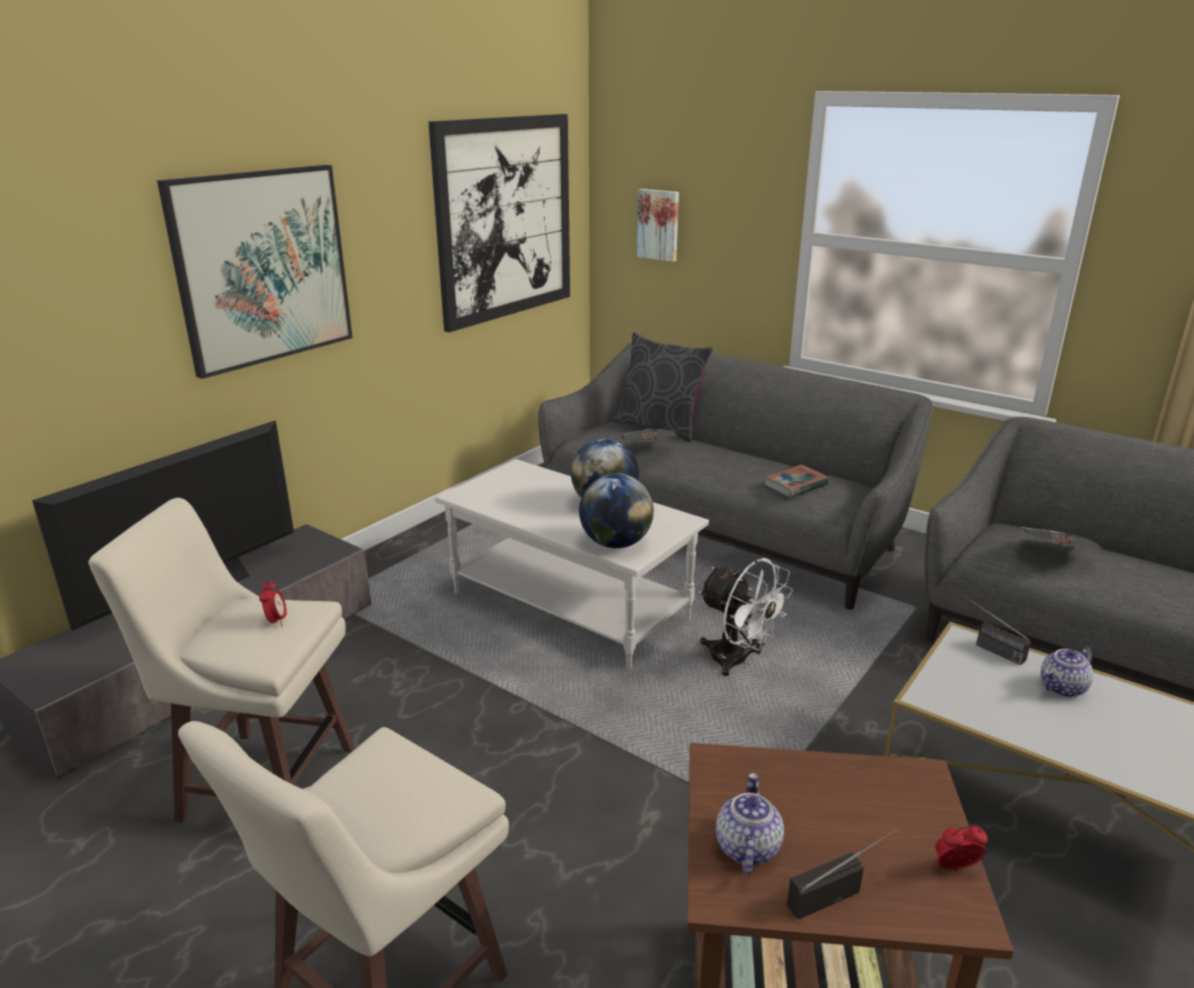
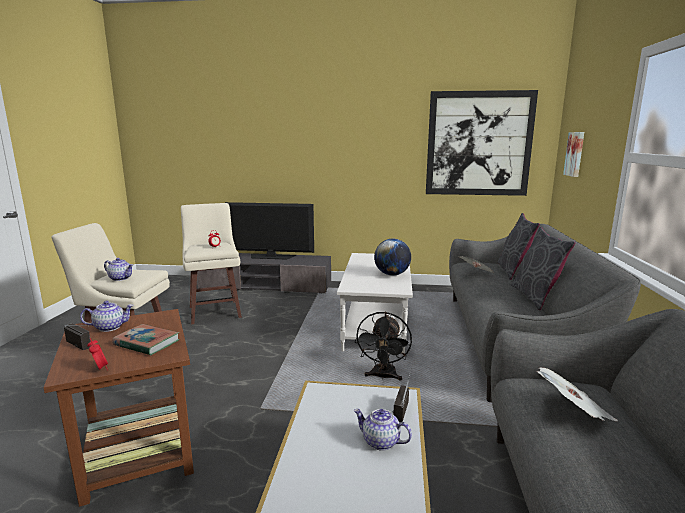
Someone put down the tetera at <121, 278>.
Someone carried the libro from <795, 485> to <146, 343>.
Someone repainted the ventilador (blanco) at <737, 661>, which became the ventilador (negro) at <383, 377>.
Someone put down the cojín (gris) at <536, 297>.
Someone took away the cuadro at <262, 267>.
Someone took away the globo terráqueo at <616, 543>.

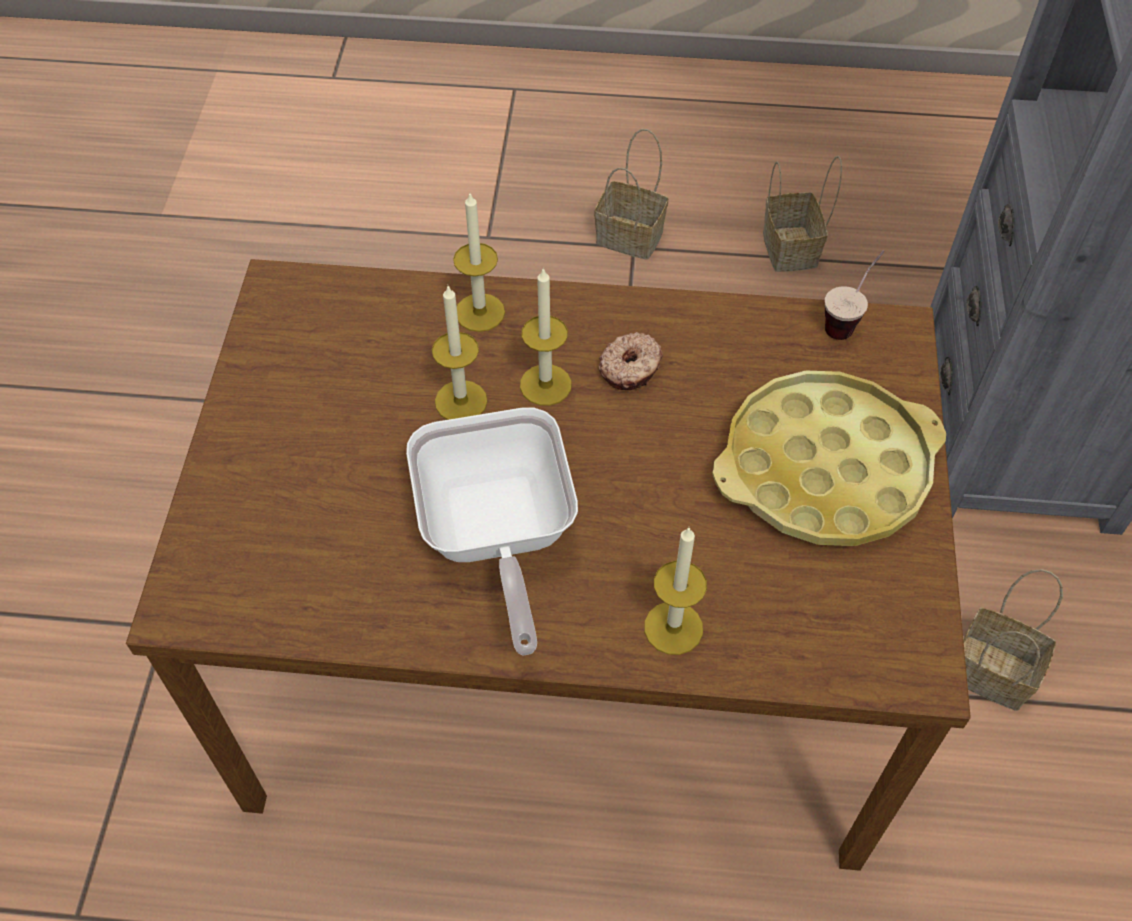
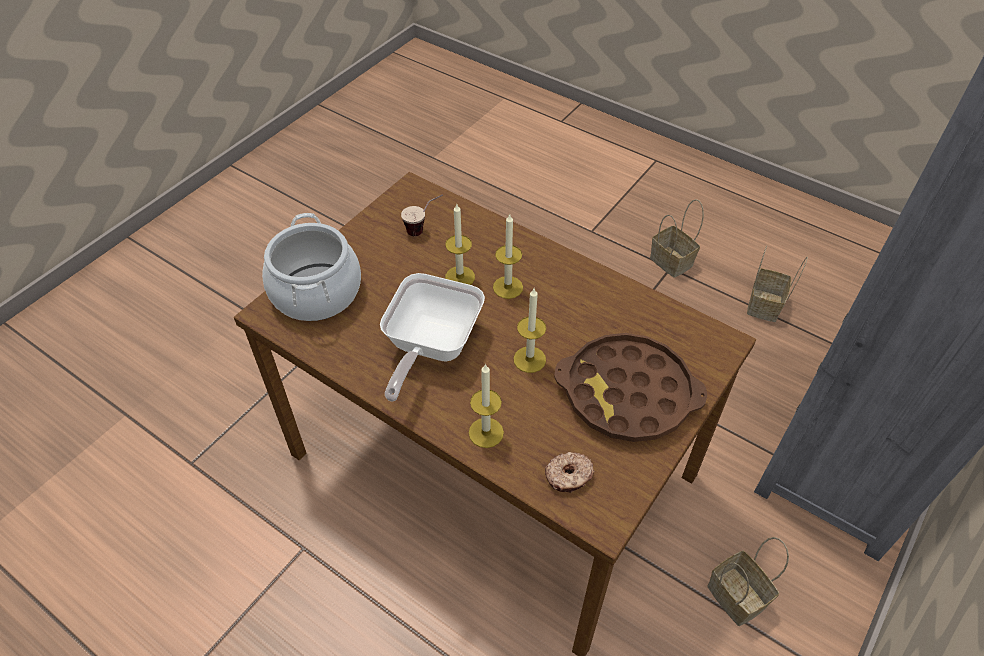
Someone put down the olla at <316, 292>.
Someone carried the taza from <848, 320> to <424, 229>.
Someone carried the vela from <480, 312> to <529, 359>.
Someone carried the rosquilla from <631, 368> to <569, 476>.
Someone repainted the bandeja (amarillo) at <825, 469>, which became the bandeja (marrón) at <627, 394>.

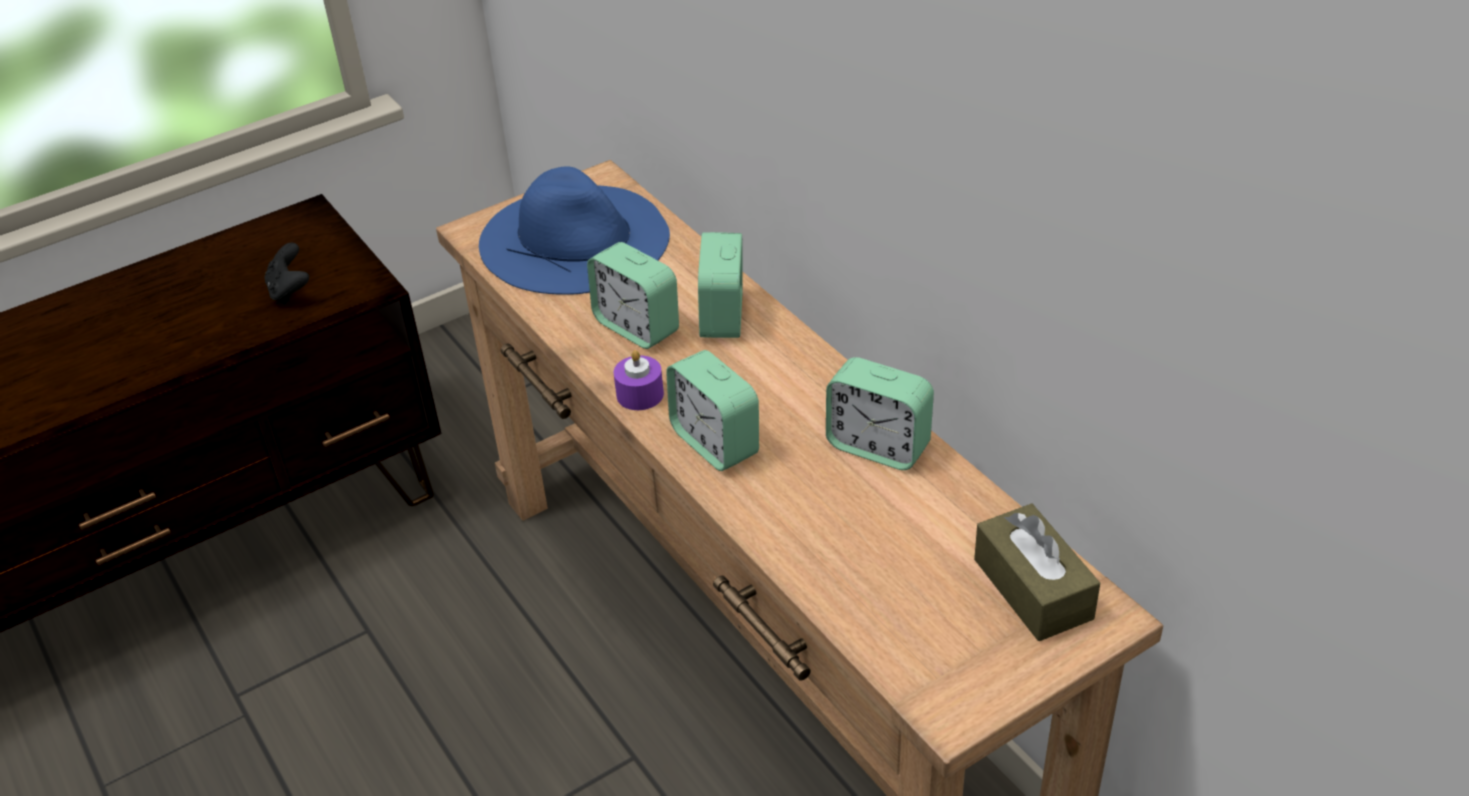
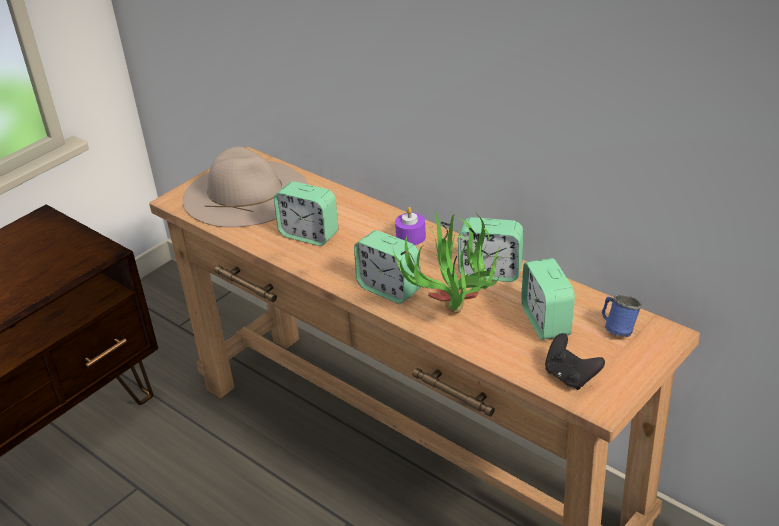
Someone repainted the sombrero (azul) at <574, 238>, which became the sombrero (beis) at <245, 193>.
Someone put down the planta en maceta at <455, 319>.
Someone carried the vela (morado) from <640, 394> to <411, 237>.
Someone carried the despertador from <723, 317> to <546, 322>.
Someone carried the mando de consola (negro) from <290, 291> to <570, 377>.
Someone swapped the caja de pañuelos (marrón) at <1033, 589> for the taza grande (azul) at <617, 329>.

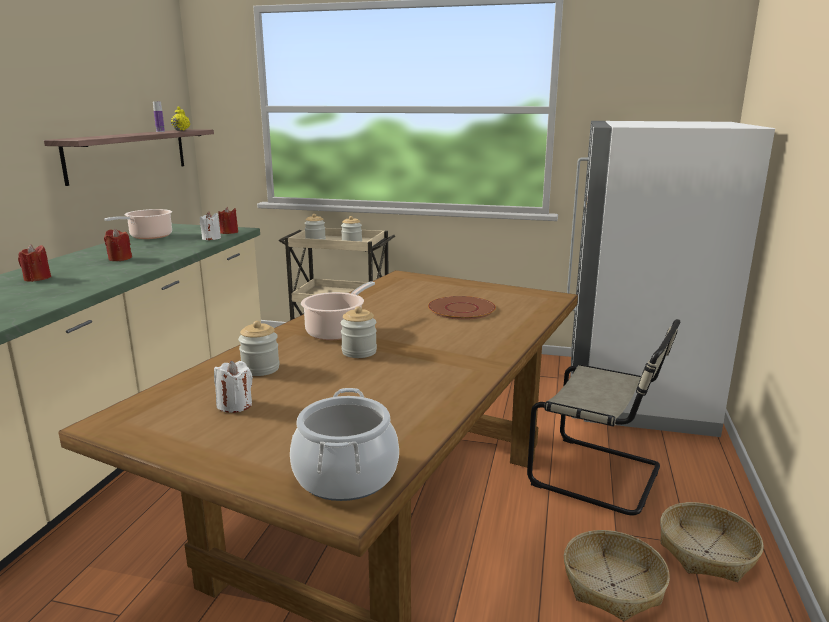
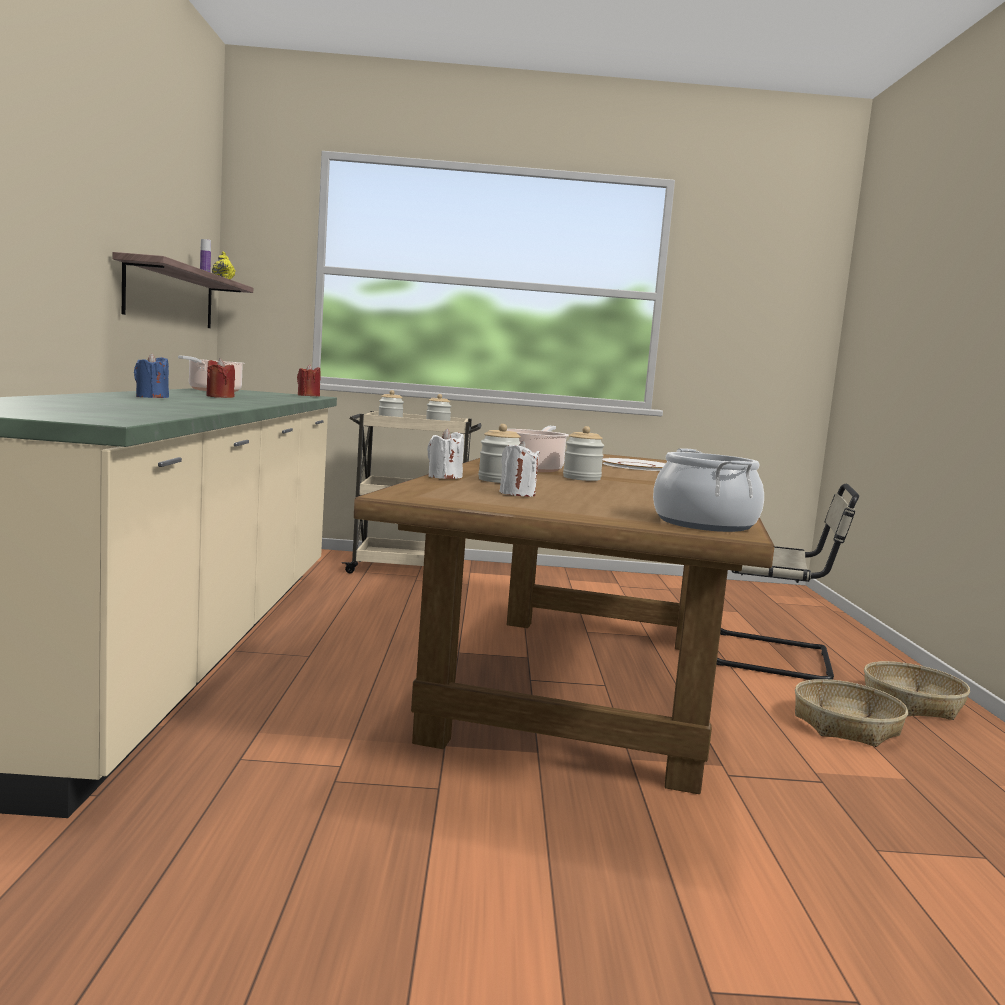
Someone repainted the vela (rojo) at <37, 278>, which became the vela (azul) at <152, 397>.
Someone carried the vela (blanco) from <211, 238> to <444, 477>.
Someone repainted the plato (marrón) at <461, 309>, which became the plato (blanco) at <635, 466>.
Someone took away the nevera (blanco) at <635, 393>.

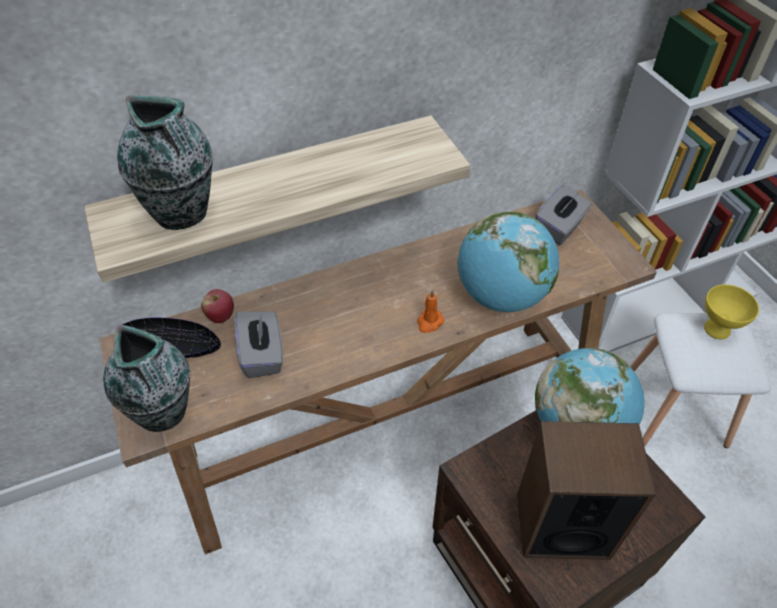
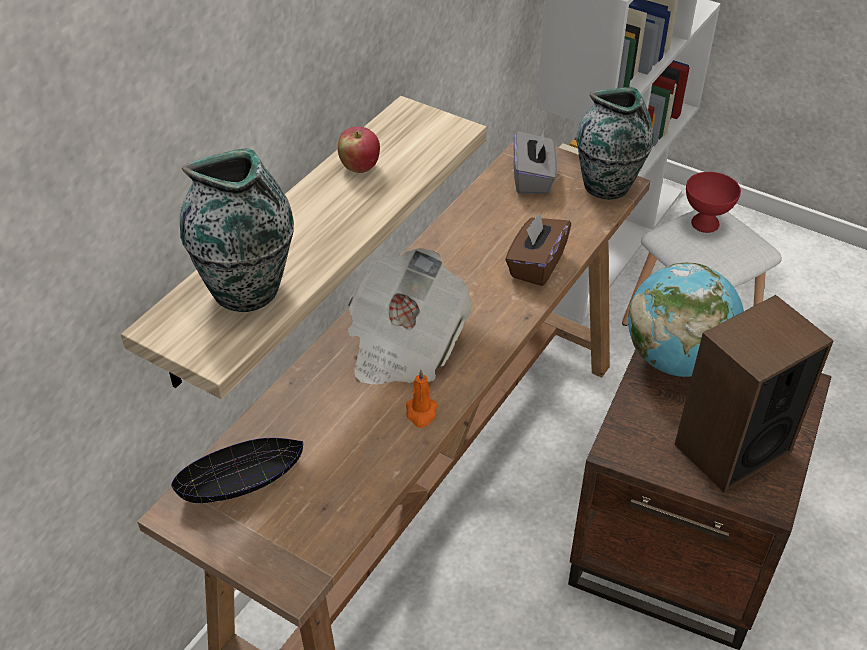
Someone carried the manzana from <221, 316> to <359, 167>.
Someone put down the periódico at <404, 344>.
Someone carried the vela (naranja) from <429, 322> to <421, 413>.
Someone swapped the globo terráqueo at <501, 296> for the caja de pañuelos (marrón) at <536, 265>.
Someone carried the florero from <164, 412> to <608, 186>.
Someone repainted the cuenco (amarillo) at <718, 330>, which became the cuenco (rojo) at <706, 224>.
Someone took away the caja de pañuelos (gris) at <263, 355>.

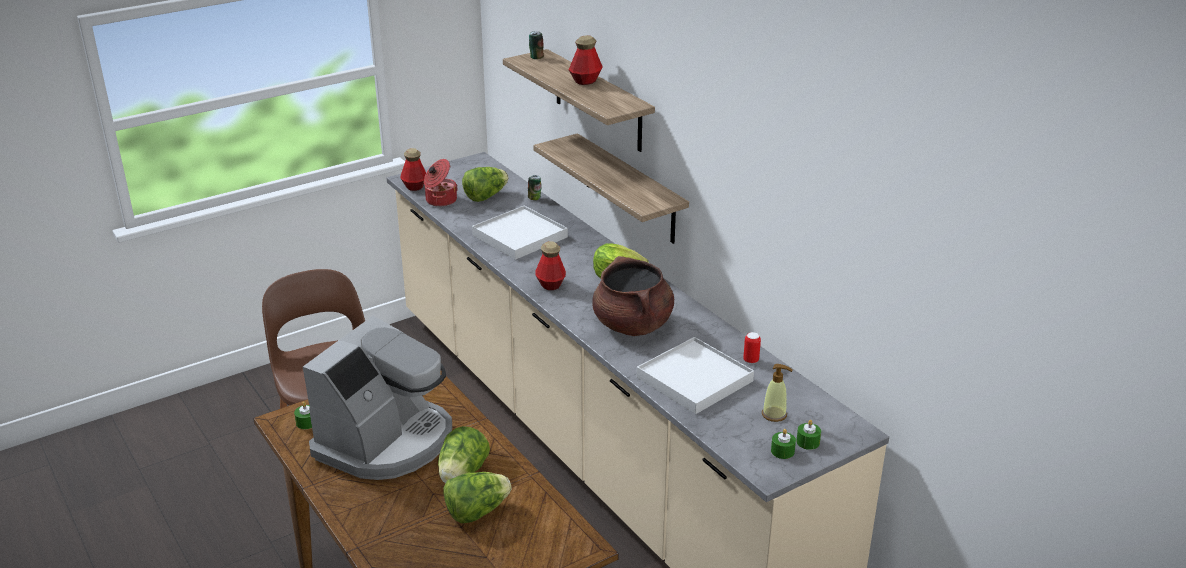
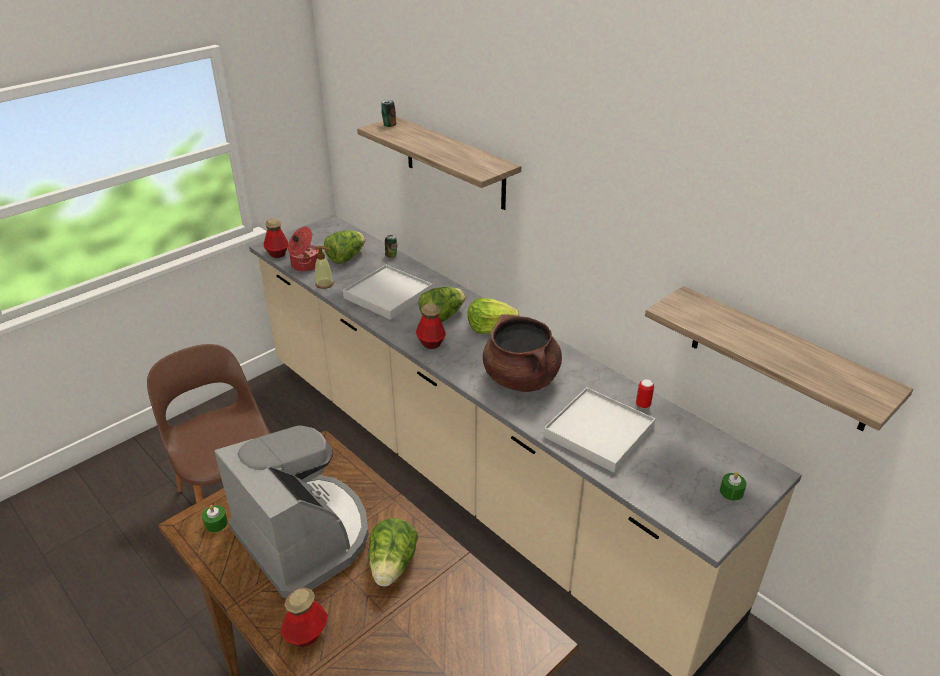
Someone rotated the cafetera at <386, 441> by 60 degrees counterclockwise.
Someone carried the botella from <585, 81> to <306, 634>.
Someone carried the dispensador de jabón from <774, 414> to <324, 284>.
Someone carried the lechuga from <477, 512> to <442, 316>.
Someone carried the estante from <629, 189> to <779, 359>.
Someone took away the vela (verde) at <782, 451>.

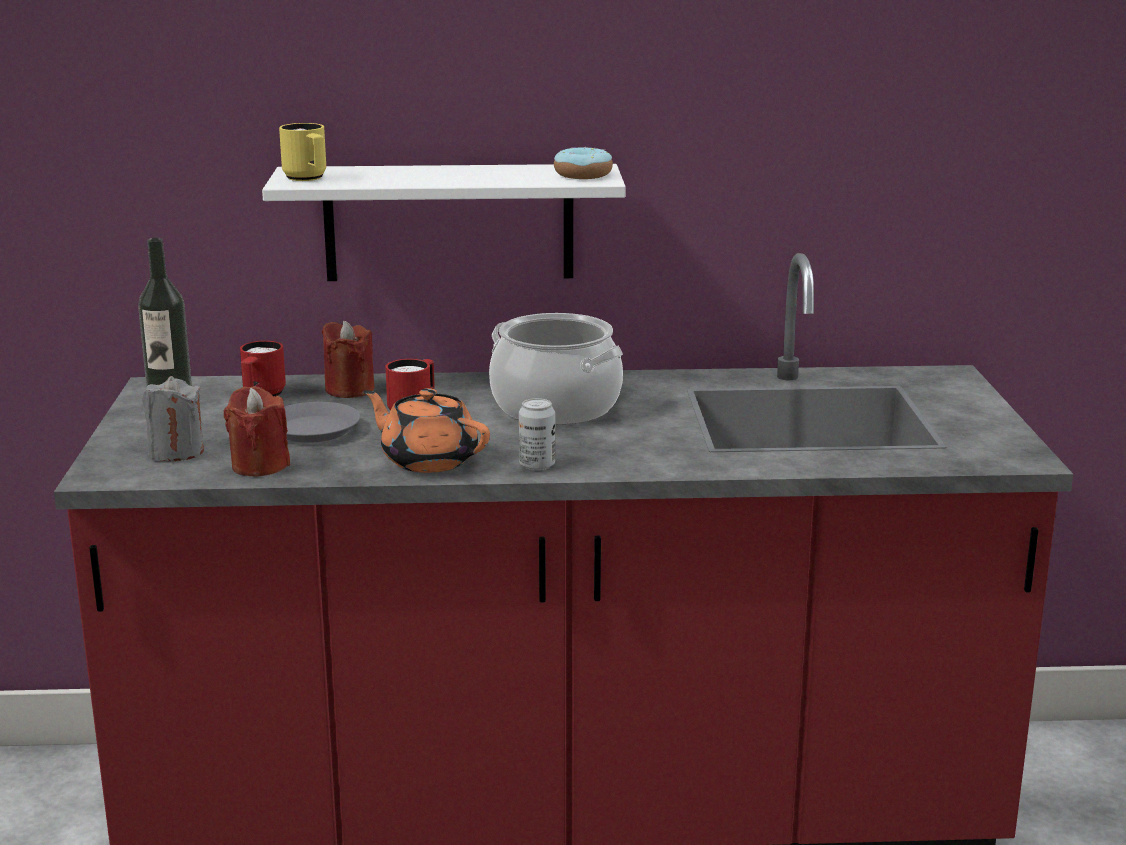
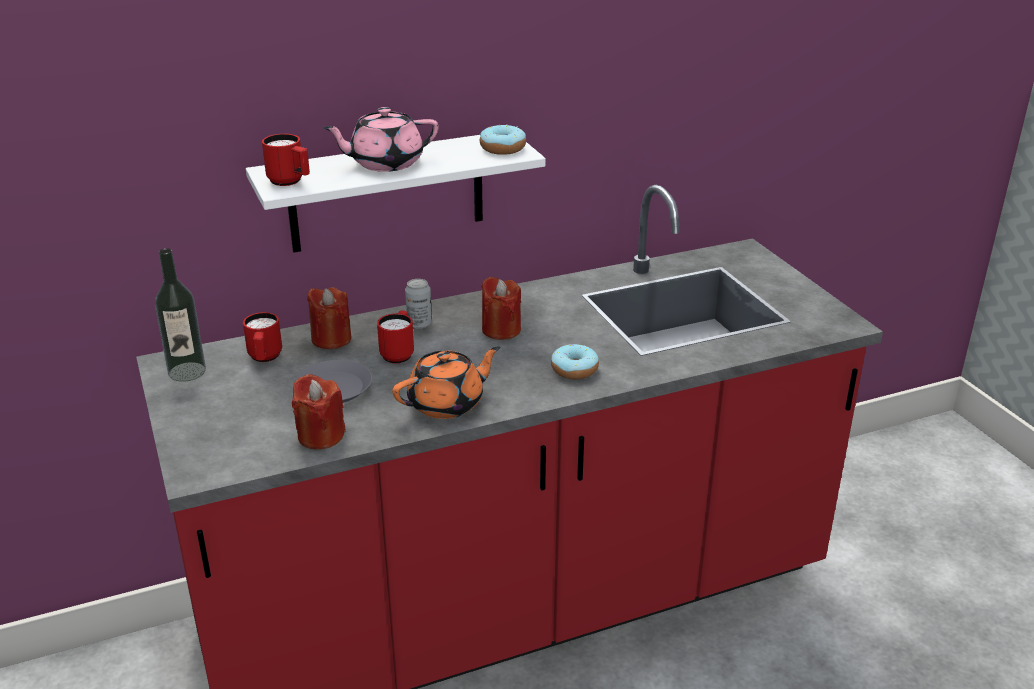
Someone repainted the taza grande (amarillo) at <308, 179>, which became the taza grande (rojo) at <290, 182>.
Someone put down the tetera (rosa) at <385, 163>.
Someone rotated the tetera (naranja) at <428, 460> by 135 degrees clockwise.
Someone carried the lata from <537, 465> to <419, 324>.
Someone swapped the olla at <555, 407> for the vela (rojo) at <501, 330>.
Someone put down the rosquilla at <574, 370>.
Someone took away the vela (gris) at <176, 452>.

